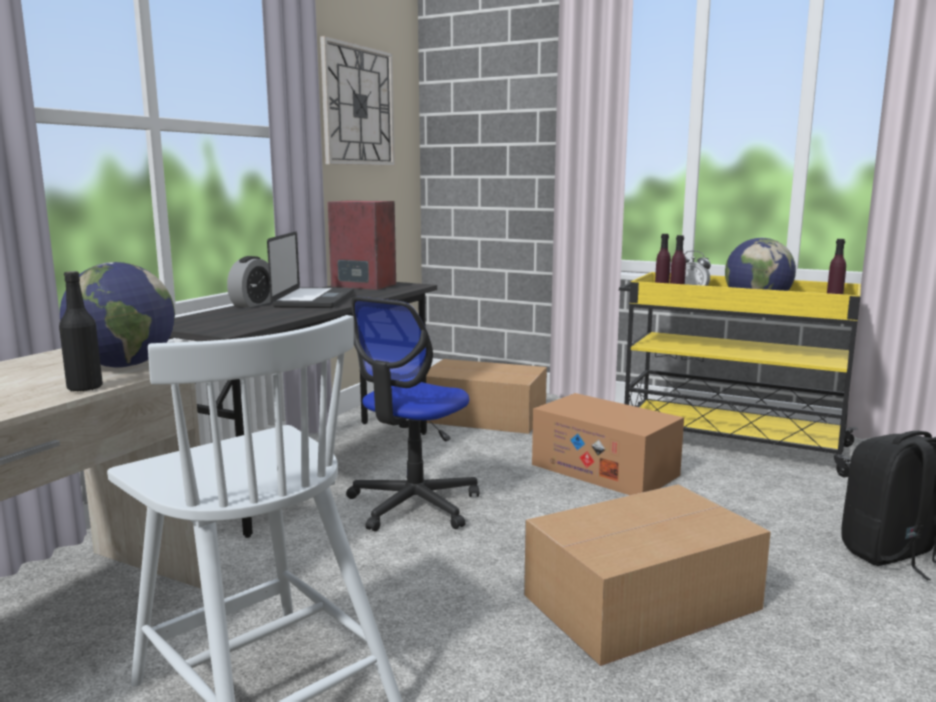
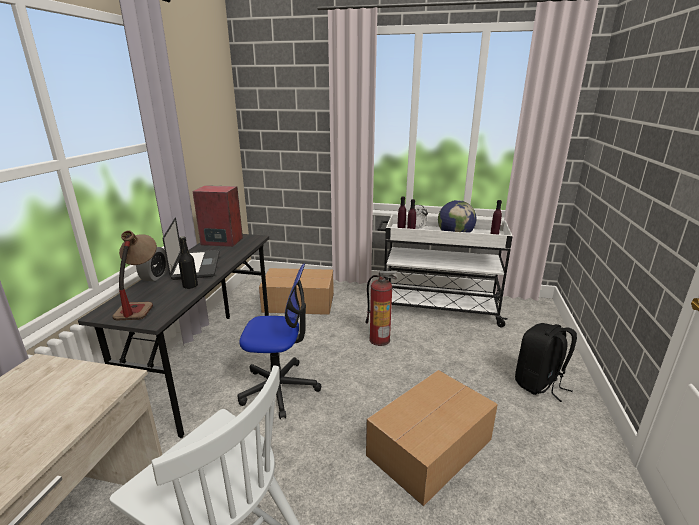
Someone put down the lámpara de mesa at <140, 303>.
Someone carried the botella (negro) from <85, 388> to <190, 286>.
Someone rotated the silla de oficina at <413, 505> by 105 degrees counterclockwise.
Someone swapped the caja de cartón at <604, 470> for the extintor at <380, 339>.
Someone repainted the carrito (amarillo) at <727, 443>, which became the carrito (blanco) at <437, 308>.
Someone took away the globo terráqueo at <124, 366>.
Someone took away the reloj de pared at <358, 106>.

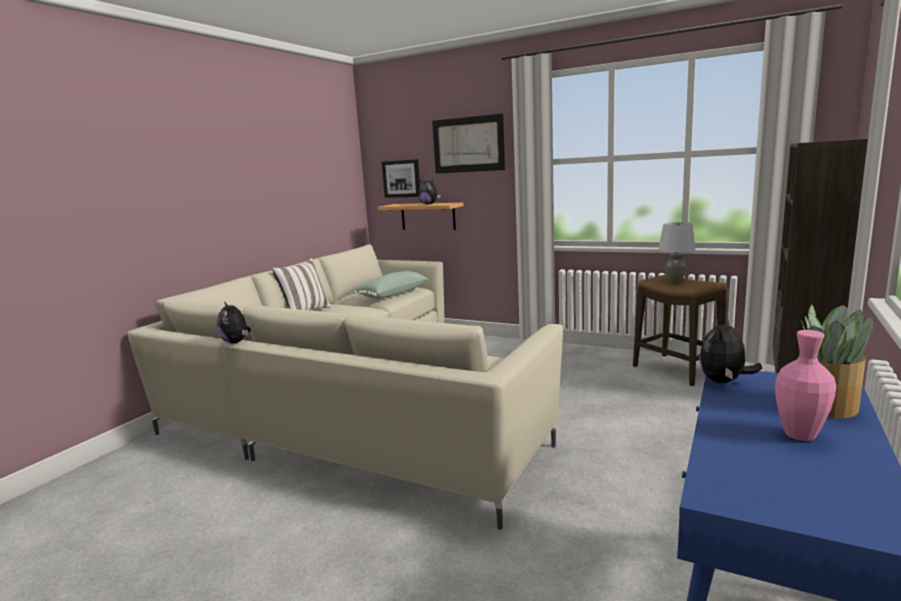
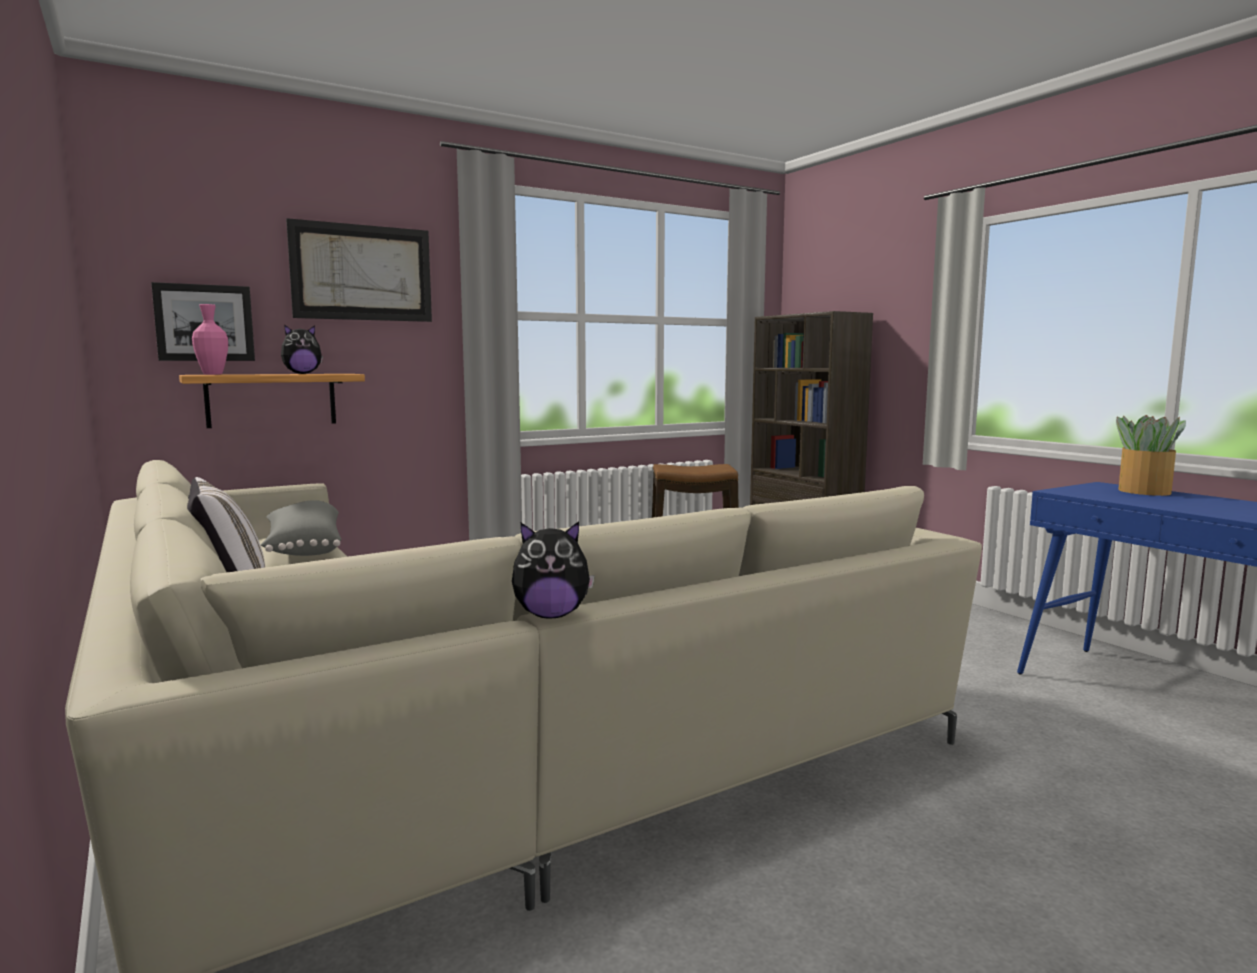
Someone carried the florero (rosa) from <799, 435> to <213, 374>.
Someone repainted the cojín (verde) at <391, 294>, which became the cojín (gris) at <303, 548>.
Someone took away the lámpara de mesa (gris) at <675, 280>.
Someone took away the peluche at <724, 382>.

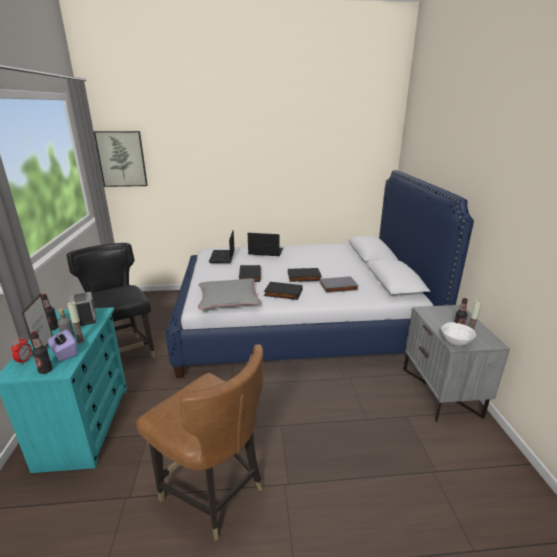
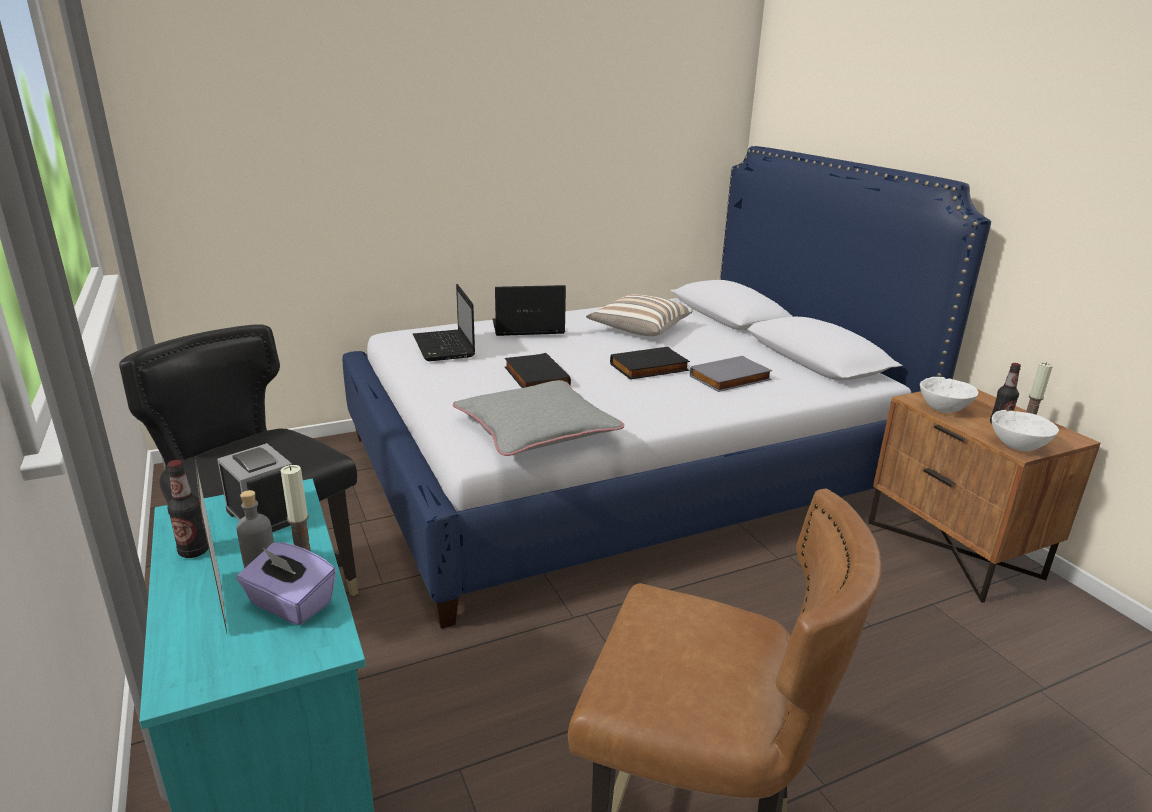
Someone put down the cojín at <638, 330>.
Someone repainted the mesita de noche (gris) at <441, 392>, which became the mesita de noche (marrón) at <954, 549>.
Someone put down the cuenco (blanco) at <944, 410>.
Someone took away the despertador at <25, 360>.
Someone took away the botella at <45, 370>.
Someone took away the cuadro at <122, 159>.
Someone took away the libro (negro) at <282, 293>.

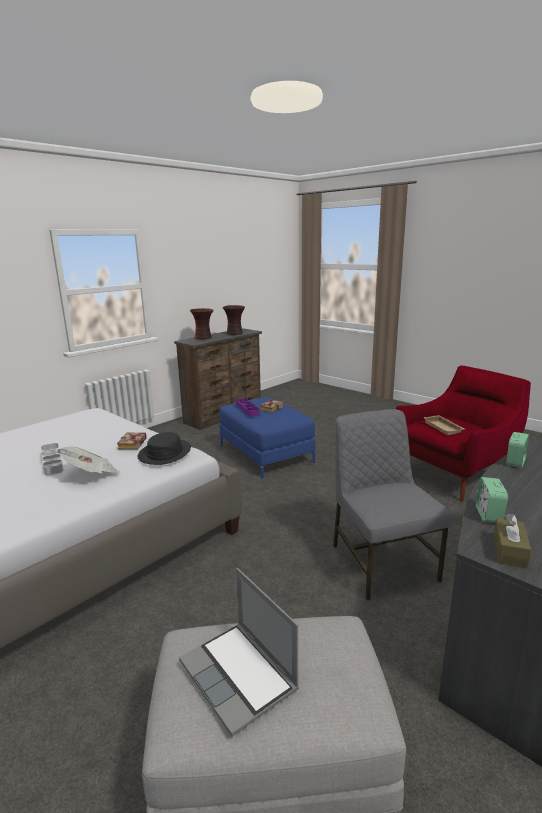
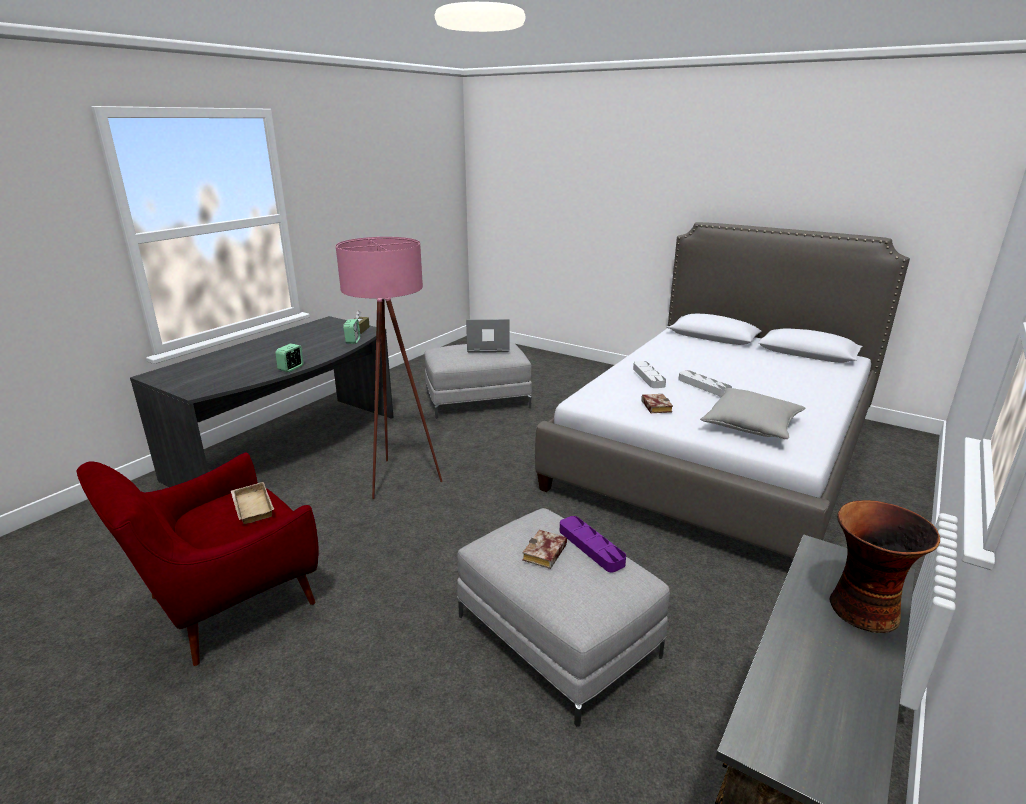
Someone swapped the silla (gris) at <381, 561> for the lámpara de pie (rosa) at <398, 475>.
Someone repainted the puf (azul) at <265, 453>, which became the puf (gris) at <557, 635>.
Someone rotated the portátil at <240, 676> by 45 degrees counterclockwise.
Someone swapped the periódico at <91, 474> for the bandeja (gris) at <648, 377>.
Someone put down the cojín (gris) at <751, 426>.
Someone took away the sombrero (negro) at <164, 453>.
Someone took away the florero at <235, 333>.

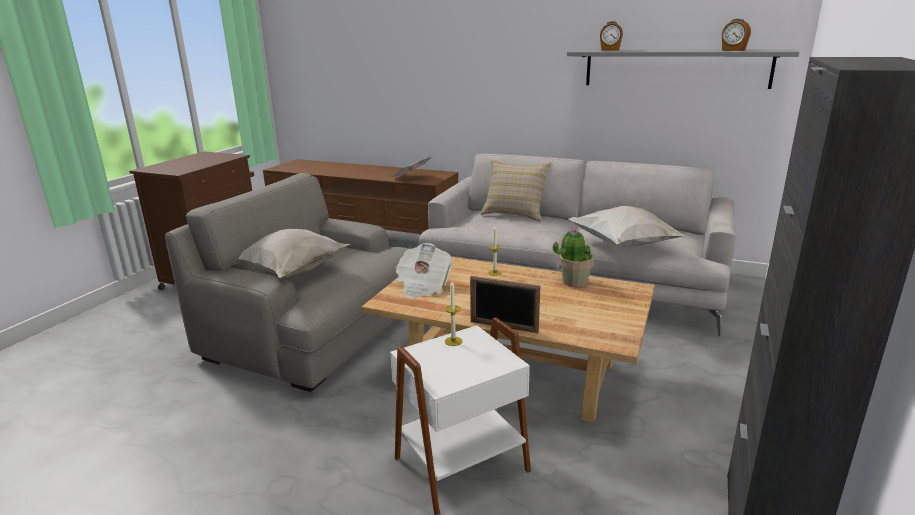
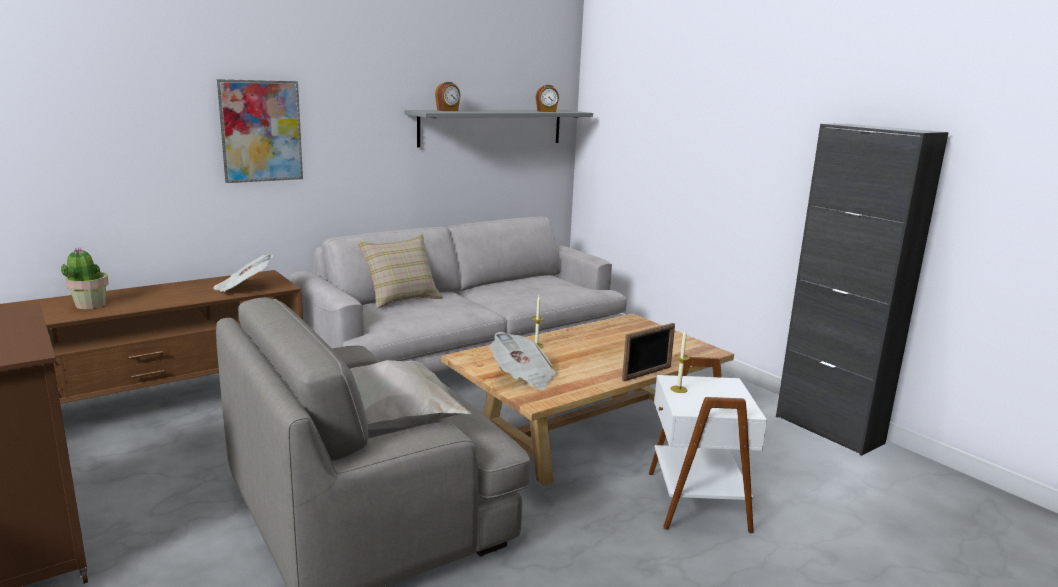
Someone carried the planta en maceta from <574, 281> to <90, 305>.
Someone put up the cuadro at <261, 131>.
Someone took away the cojín (blanco) at <624, 246>.

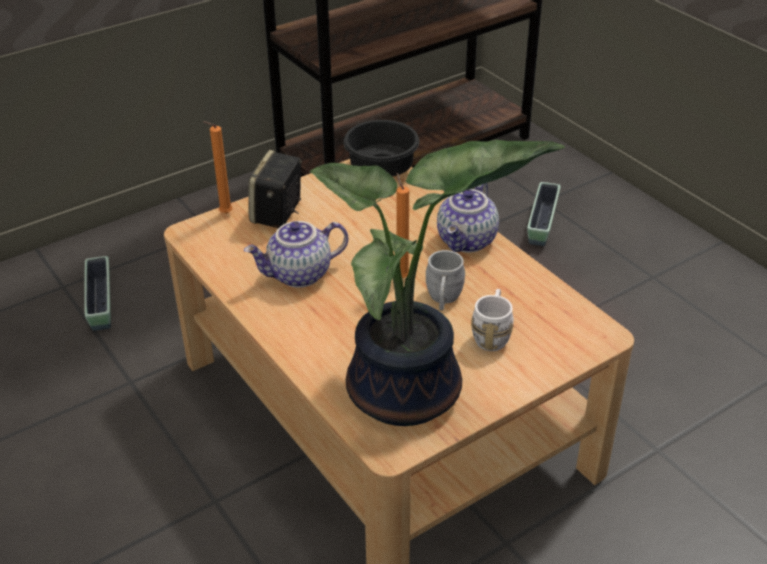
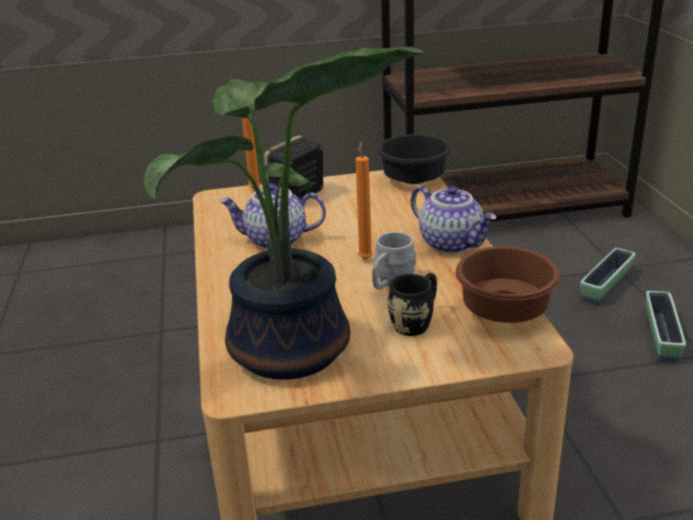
Someone repainted the taza grande (blanco) at <492, 334>, which became the taza grande (negro) at <416, 321>.
Someone rotated the tetera at <468, 241> by 90 degrees counterclockwise.
Someone put down the cuenco (marrón) at <506, 313>.
Someone carried the maceta from <101, 303> to <661, 336>.

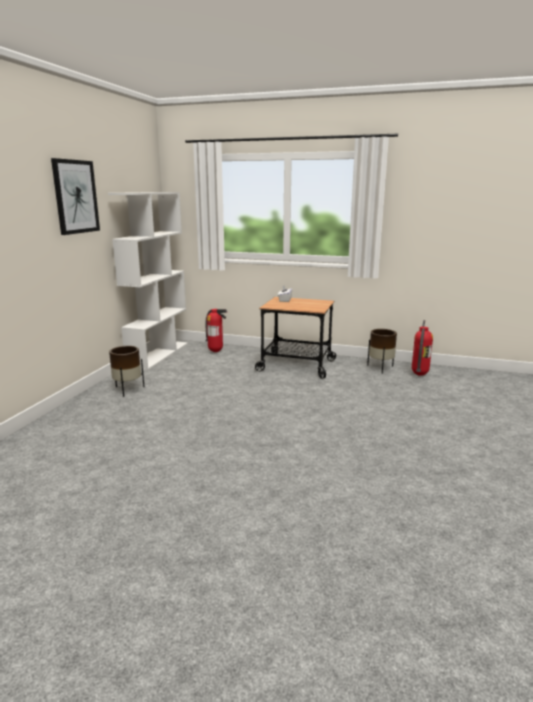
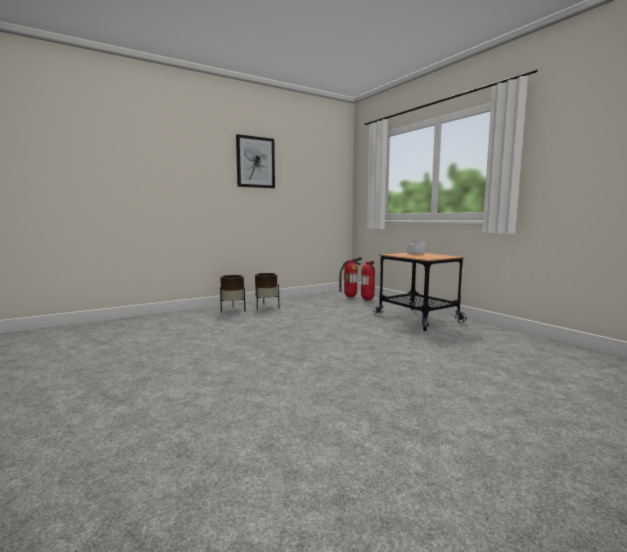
Someone carried the maceta (marrón) from <381, 368> to <233, 310>.
Someone carried the extintor from <419, 374> to <350, 297>.
Someone took away the estantería (blanco) at <158, 354>.

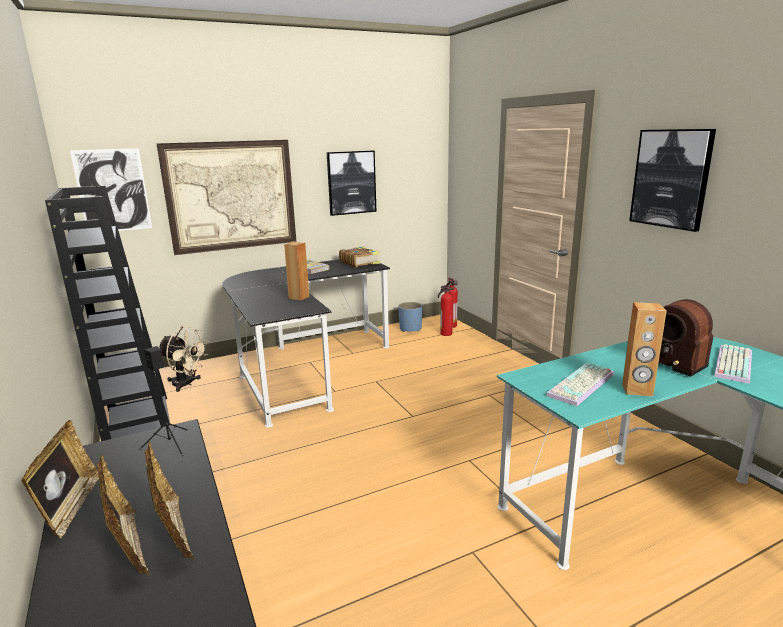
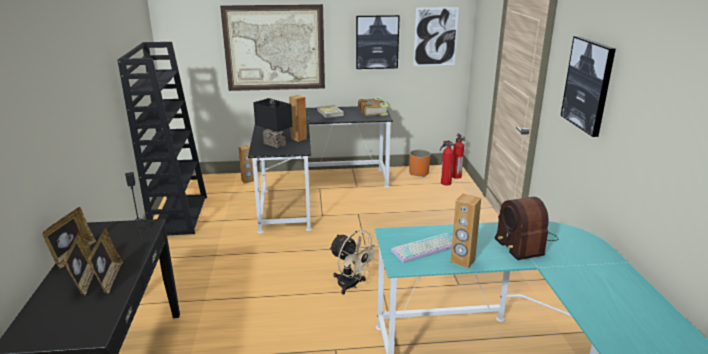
Someone put down the altavoz (marrón) at <247, 180>.
Someone put down the lámpara de mesa (negro) at <273, 144>.
Someone carried the ventilador (beis) from <187, 384> to <351, 285>.
Someone repainted the maceta (azul) at <410, 328>, which became the maceta (naranja) at <418, 173>.
Someone carried the cuadro from <113, 191> to <435, 36>.
Someone took away the teclado at <731, 363>.

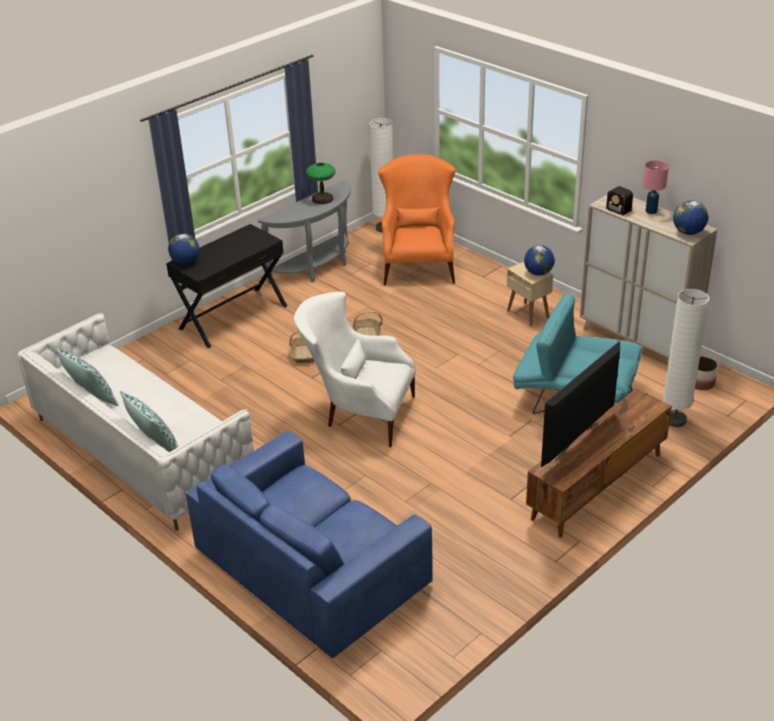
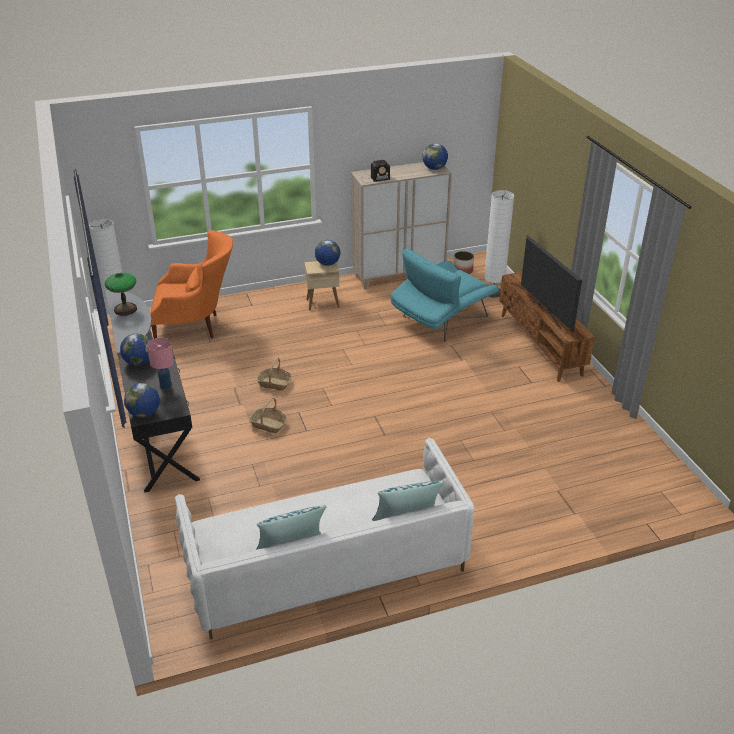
Someone put down the globo terráqueo at <139, 362>.
Someone carried the lámpara de mesa (rosa) from <651, 211> to <166, 386>.
Someone rotated the sillón (naranja) at <418, 263> by 150 degrees clockwise.
Someone took away the sofá (azul) at <310, 567>.
Someone took away the sillón (blanco) at <358, 413>.

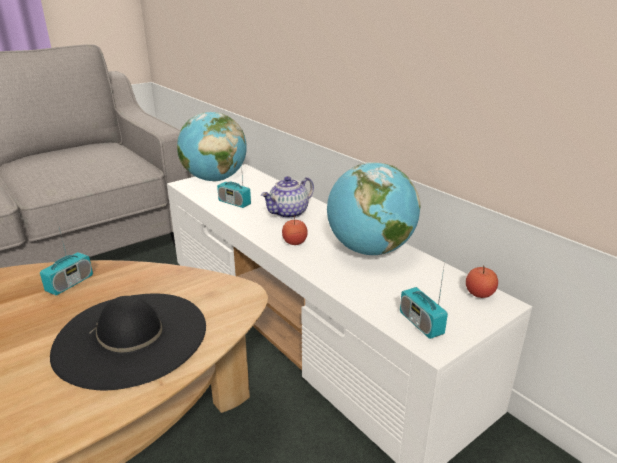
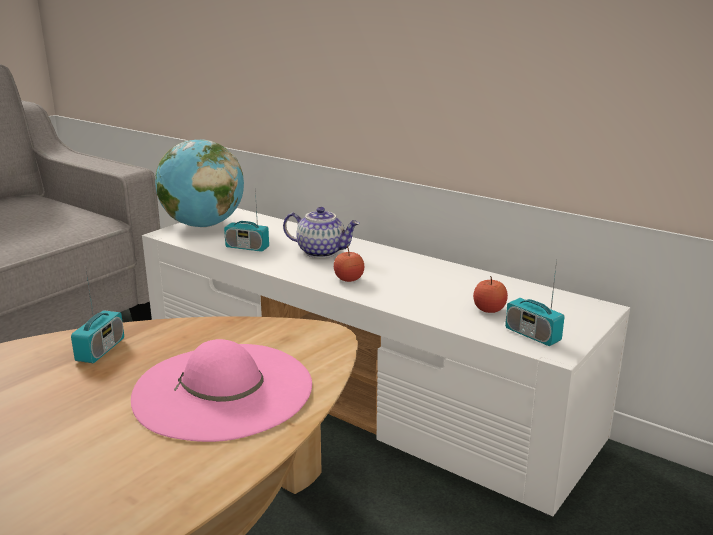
Someone repainted the sombrero (negro) at <131, 337>, which became the sombrero (rosa) at <223, 389>.
Someone rotated the tetera at <289, 213> by 105 degrees counterclockwise.
Someone carried the manzana from <479, 294> to <489, 309>.
Someone took away the globo terráqueo at <369, 250>.

